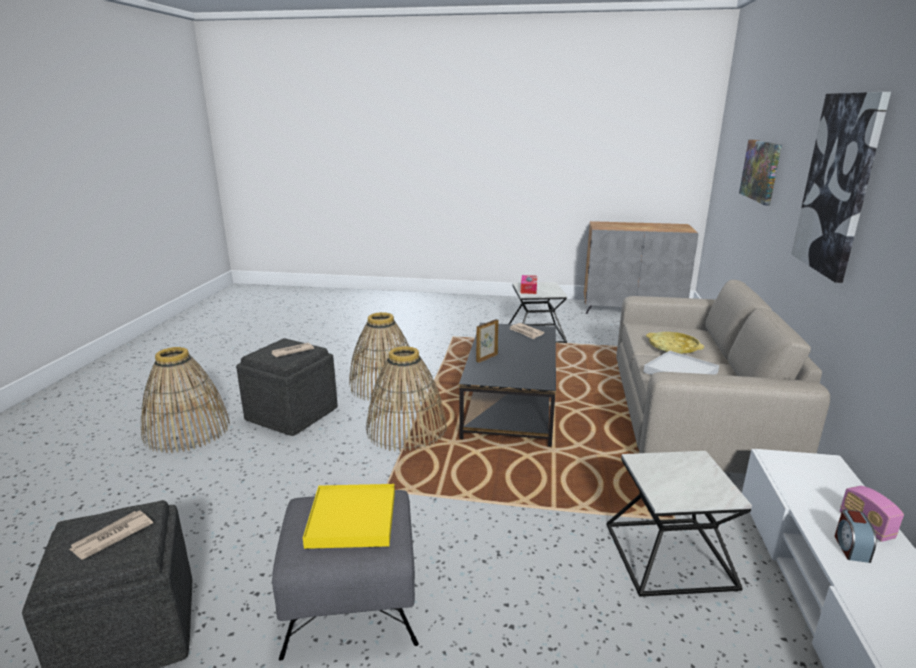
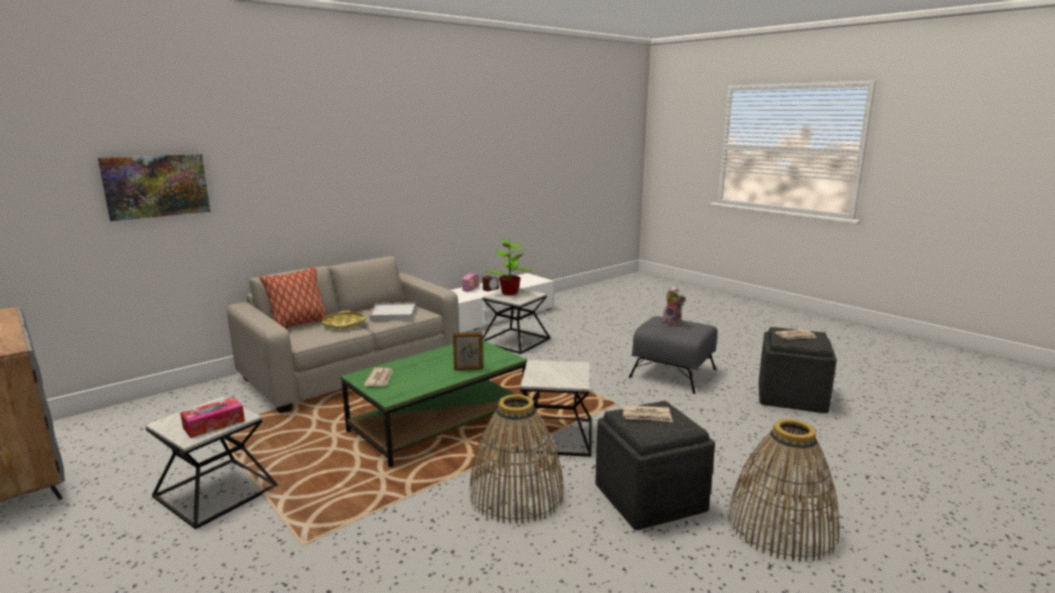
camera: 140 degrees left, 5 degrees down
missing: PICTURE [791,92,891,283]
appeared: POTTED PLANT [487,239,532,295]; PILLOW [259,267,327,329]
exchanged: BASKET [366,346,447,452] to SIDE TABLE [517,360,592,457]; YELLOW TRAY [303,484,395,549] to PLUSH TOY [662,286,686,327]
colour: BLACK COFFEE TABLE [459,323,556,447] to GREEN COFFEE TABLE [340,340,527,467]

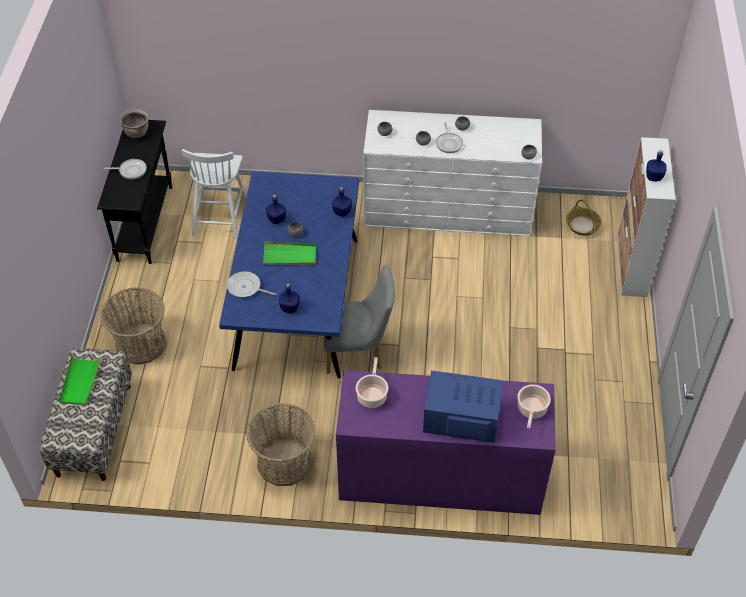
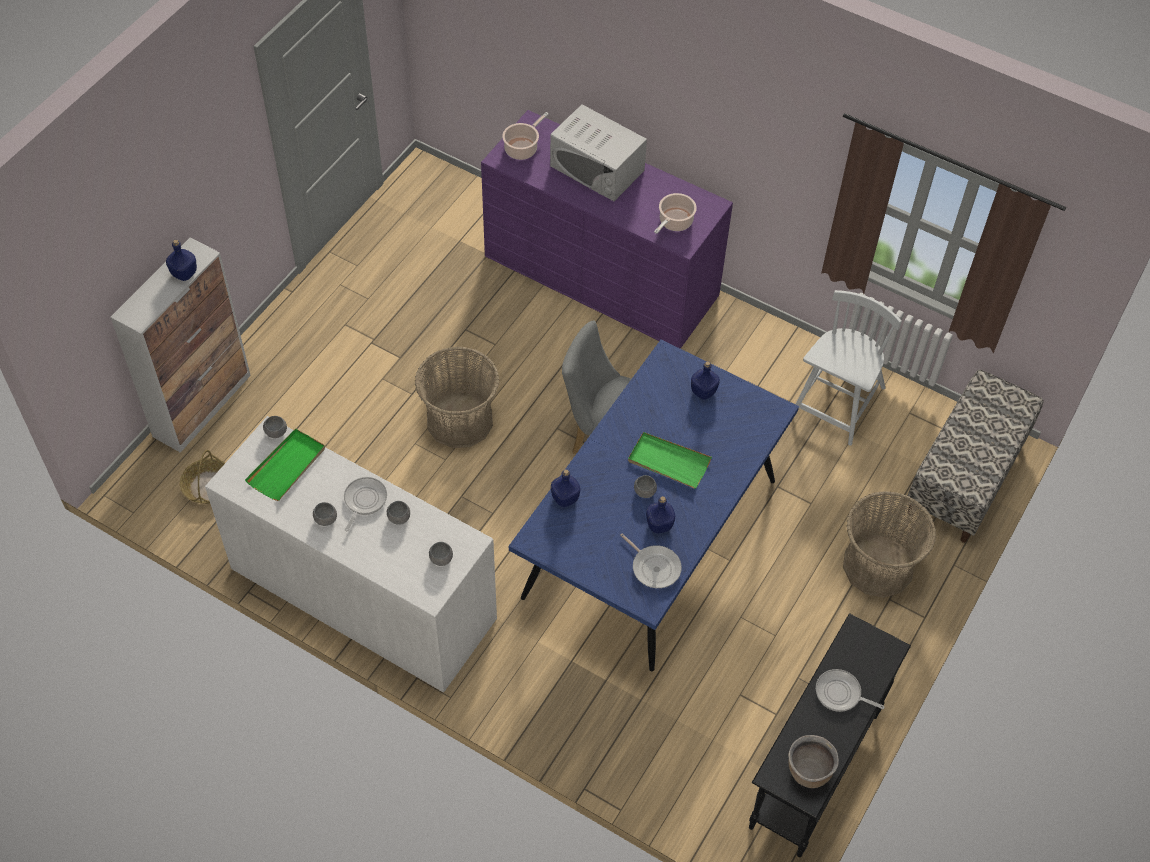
camera: 155 degrees left, 5 degrees up
relocated: WHITE CHAIR [182,149,247,239] to [795,290,902,446]; FRYING PAN [227,271,277,297] to [620,533,682,588]; GREEN TRAY [59,356,101,405] to [245,429,325,501]; BASKET [246,403,315,486] to [415,346,499,448]
colour: BLUE MICROWAVE [423,371,503,443] to WHITE MICROWAVE [550,104,647,201]

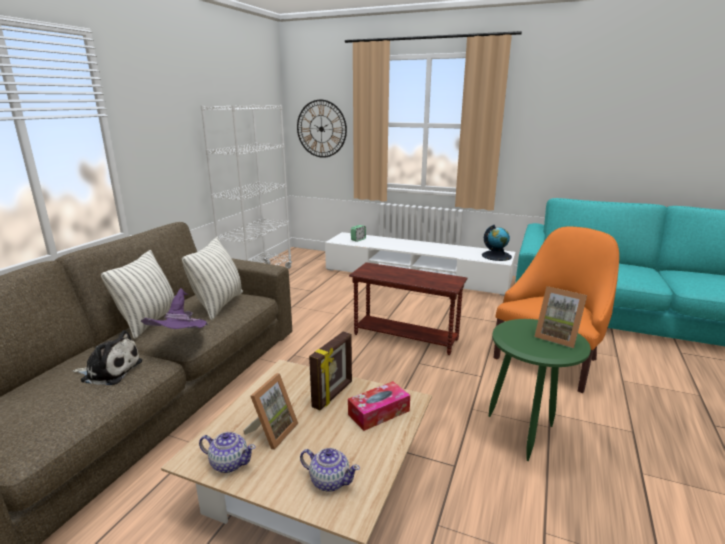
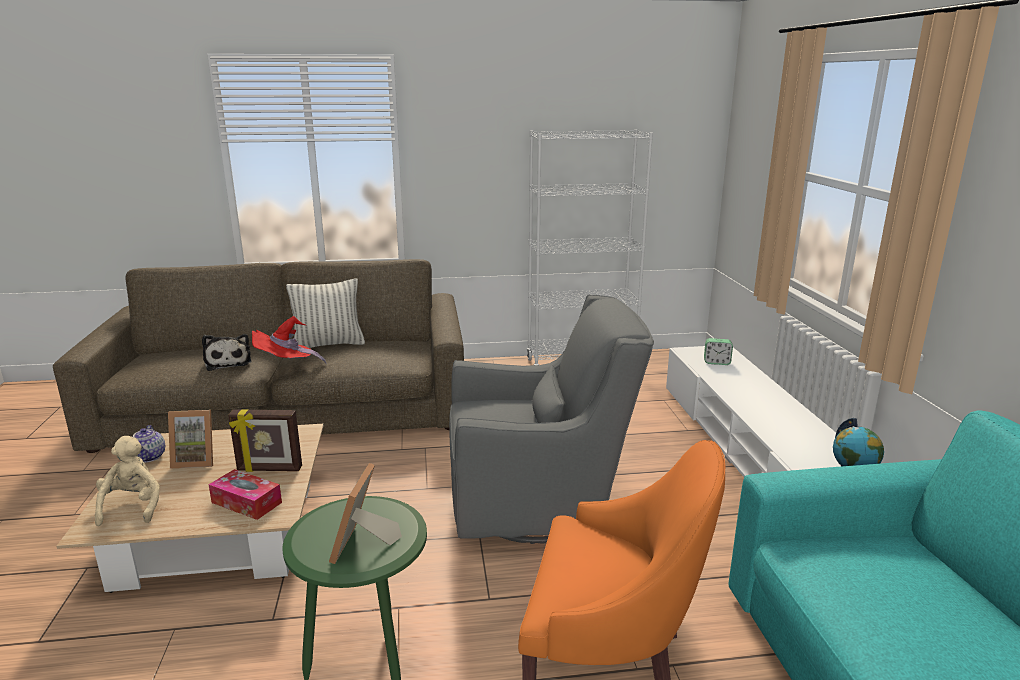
camera: 60 degrees right, 0 degrees up
missing: WALL CLOCK [297,100,347,158]; PILLOW [182,237,243,320]
exchanged: BROWN SIDE TABLE [349,262,468,355] to GREY ARMCHAIR [449,294,654,544]; TEAPOT [300,448,360,492] to BEIGE PLUSH TOY [95,436,160,526]
colour: PURPLE HAT [141,288,208,329] to RED HAT [252,316,327,364]

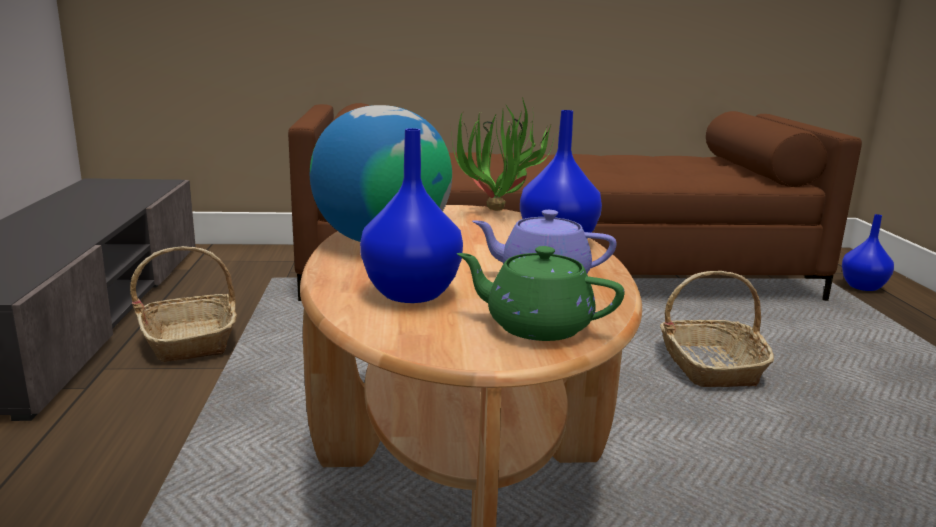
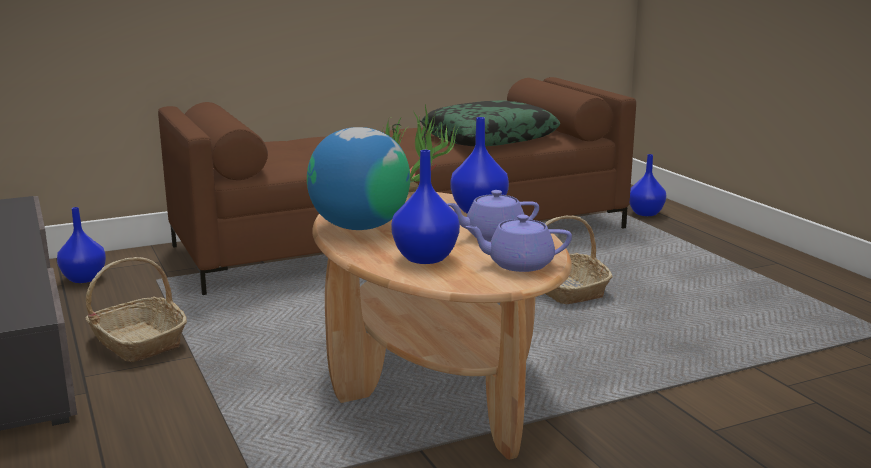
camera: 20 degrees left, 0 degrees up
appeared: PILLOW [421,100,560,146]; BLUE VASE [57,207,106,283]
colour: GREEN TEAPOT [457,246,624,341] to PURPLE TEAPOT [466,214,572,272]

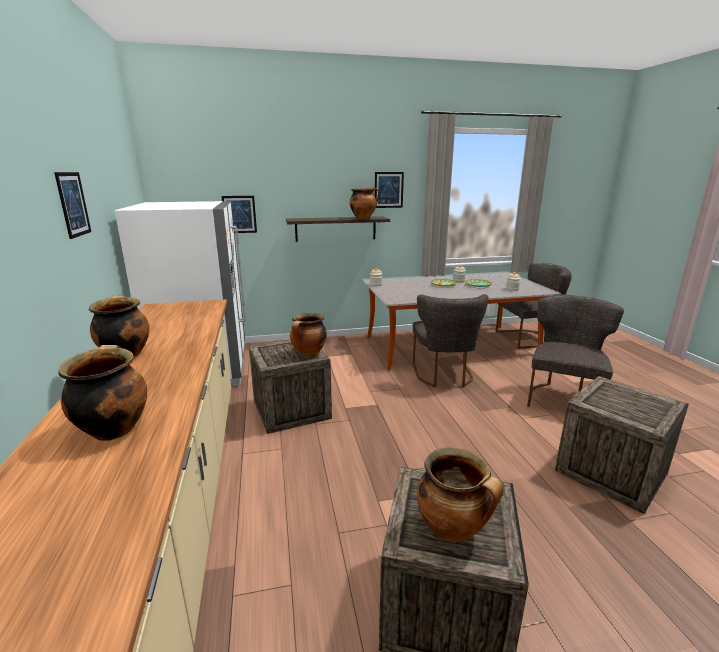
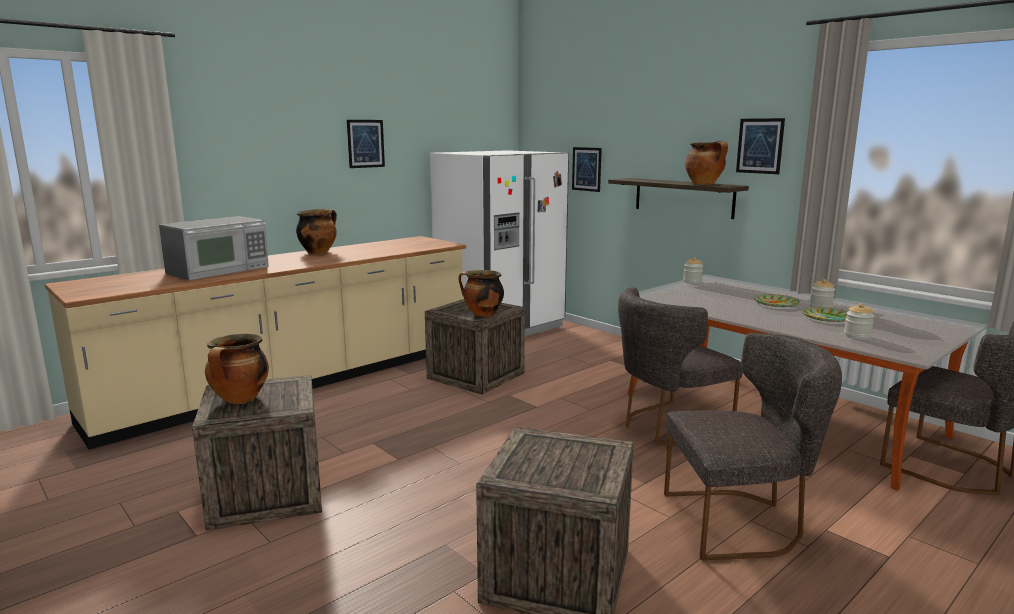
camera: 60 degrees right, 5 degrees down
exchanged: COOKING POT [58,345,147,441] to MICROWAVE [159,216,269,281]

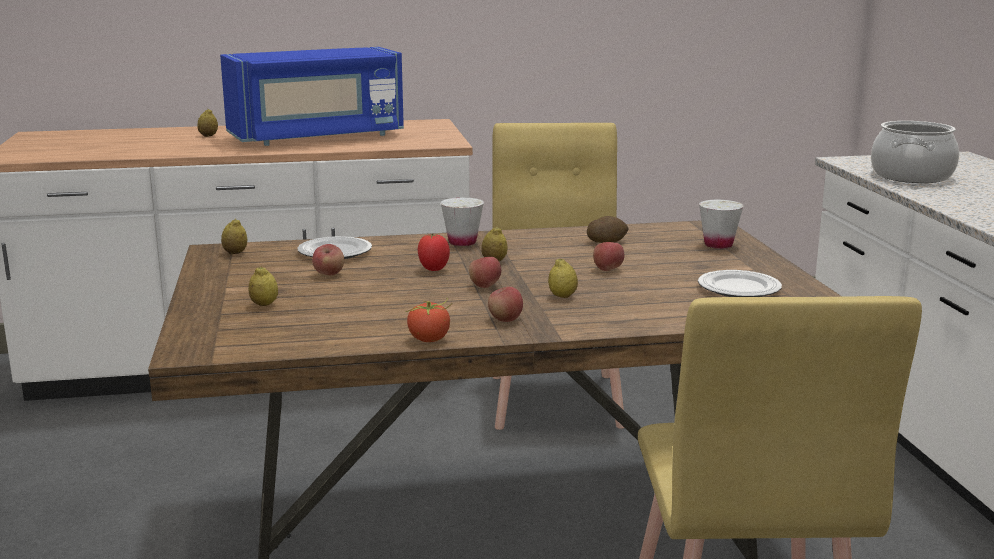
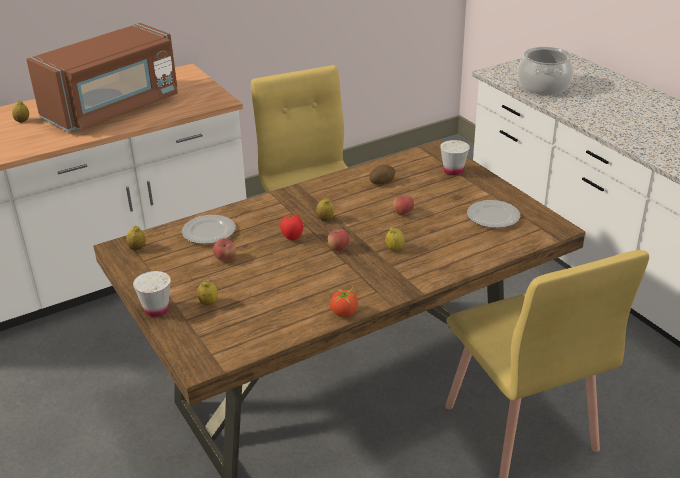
camera: 20 degrees left, 15 degrees up
missing: APPLE [488,287,523,322]
relocated: WHITE CUP [441,197,484,246] to [133,271,171,317]
colour: BLUE MICROWAVE [220,47,404,146] to BROWN MICROWAVE [26,23,178,132]

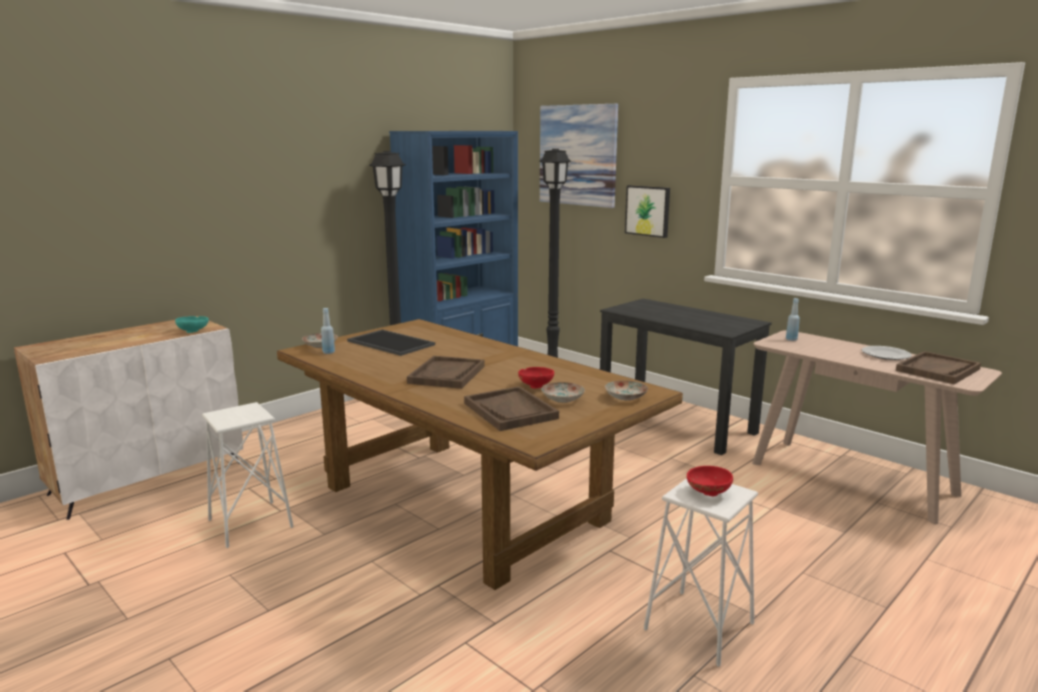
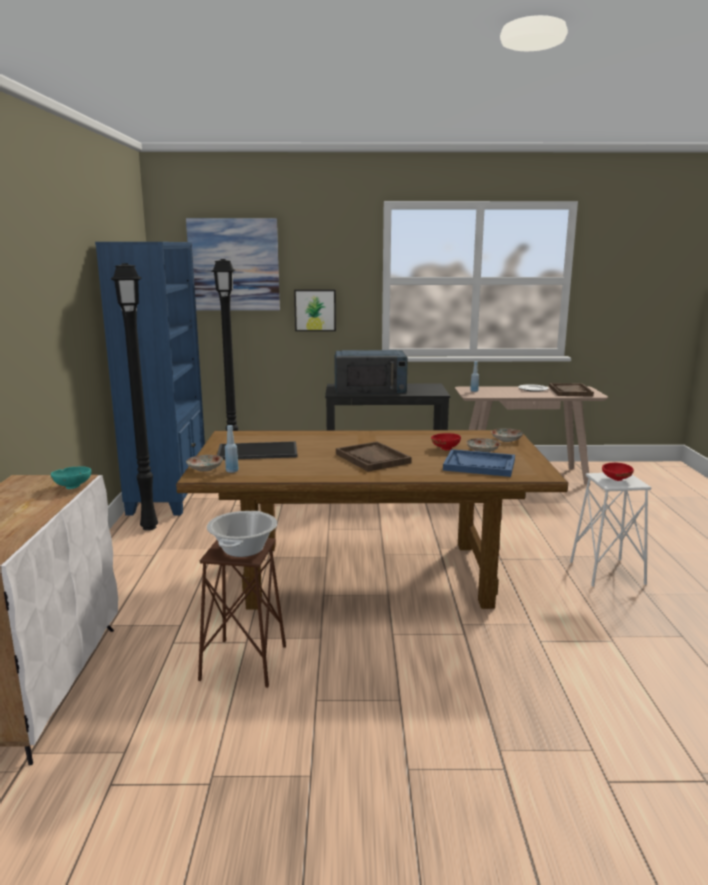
camera: 45 degrees left, 0 degrees up
appeared: BLUE MICROWAVE [334,350,408,394]; COOKING POT [207,511,277,557]
colour: BROWN TRAY [464,386,559,431] to BLUE TRAY [443,449,515,477]; WHITE STOOL [202,402,294,548] to BROWN STOOL [198,538,286,688]

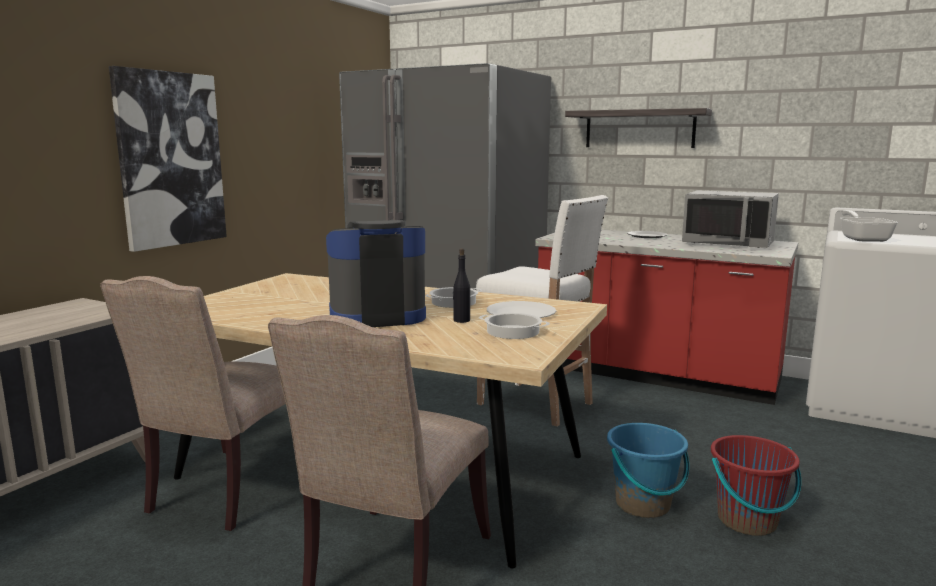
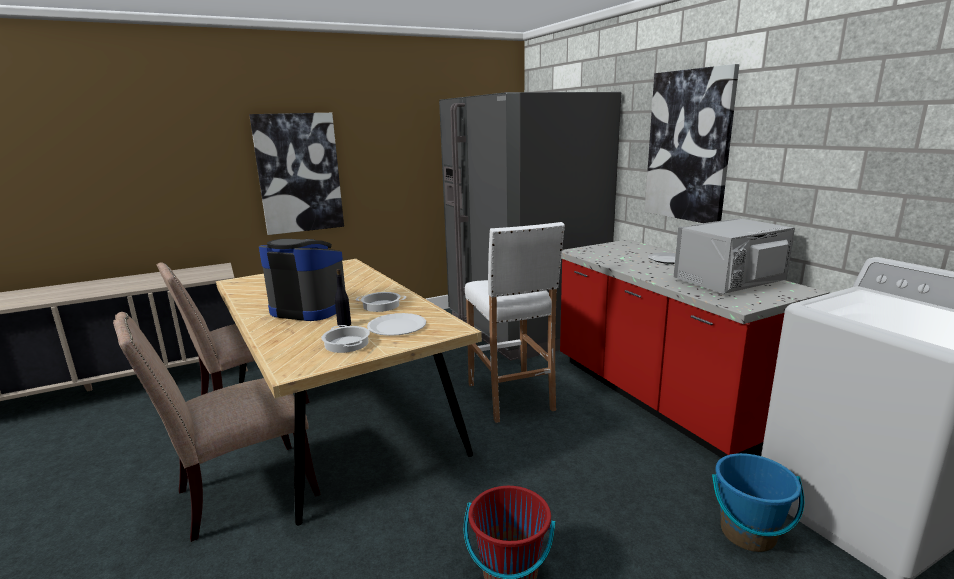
camera: 35 degrees right, 5 degrees up
missing: FRYING PAN [840,210,898,242]
relocated: BLUE BUCKET [607,423,689,518] to [712,453,804,552]
exchanged: SHELF [565,108,712,148] to PICTURE [645,64,739,223]
spun: GREY MICROWAVE [682,190,779,248] = [674,218,795,294] 90 degrees clockwise

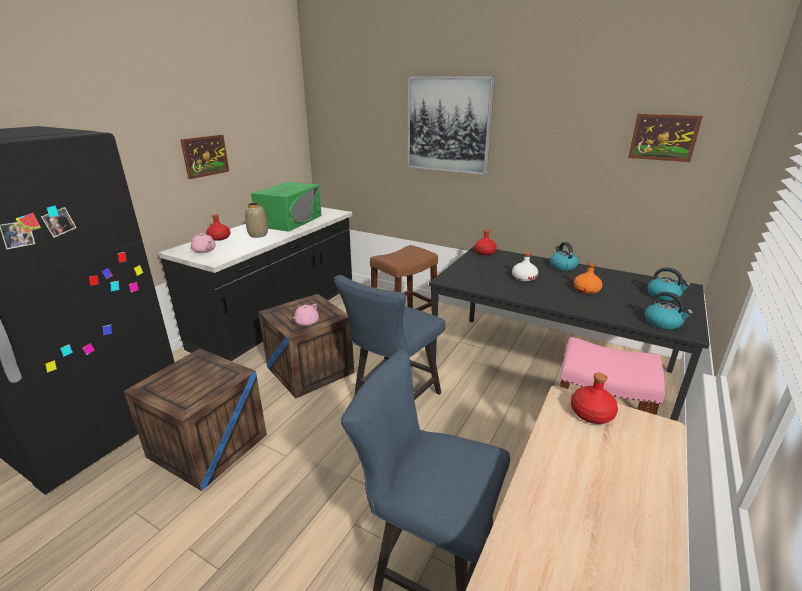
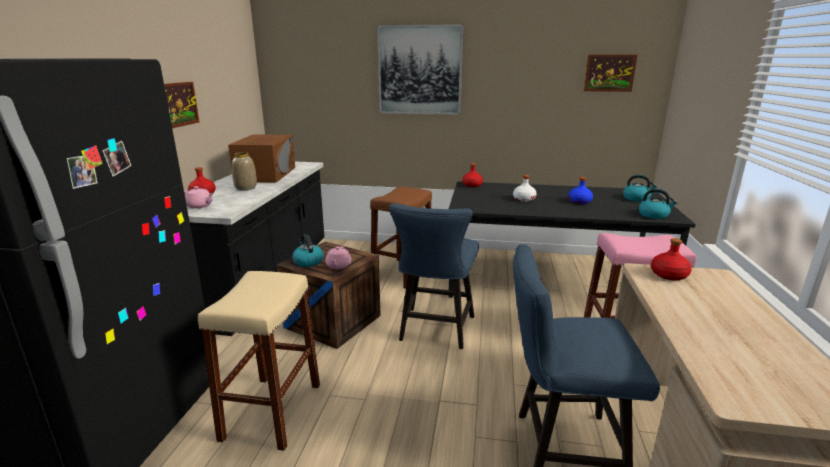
camera: 20 degrees left, 5 degrees down
relocated: KETTLE [550,242,579,271] to [292,234,324,267]
exchanged: CRATE [124,349,267,491] to BEIGE STOOL [198,271,320,451]
colour: GREEN MICROWAVE [251,182,322,232] to BROWN MICROWAVE [228,134,295,183]; ORANGE BOTTLE [573,262,602,294] to BLUE BOTTLE [568,177,593,204]

